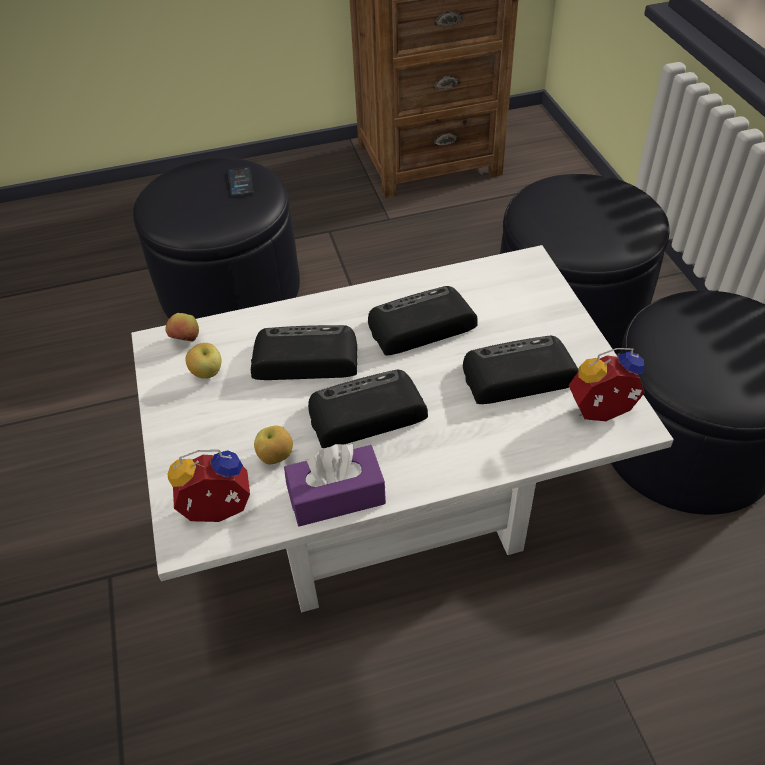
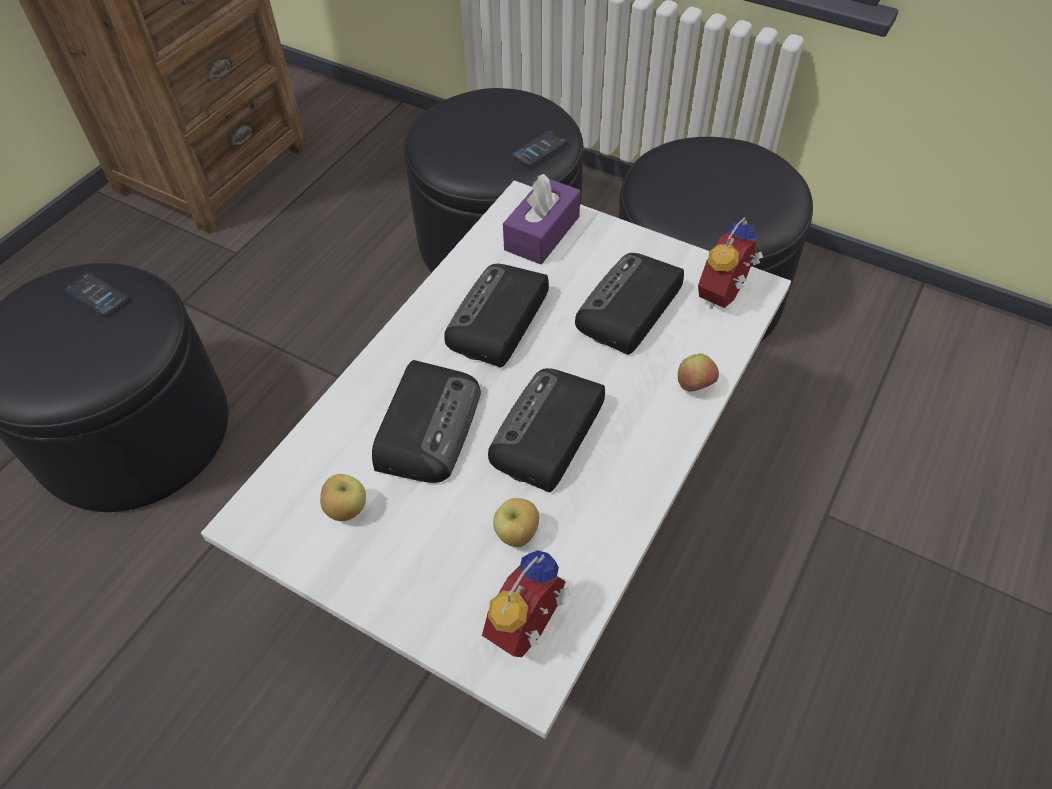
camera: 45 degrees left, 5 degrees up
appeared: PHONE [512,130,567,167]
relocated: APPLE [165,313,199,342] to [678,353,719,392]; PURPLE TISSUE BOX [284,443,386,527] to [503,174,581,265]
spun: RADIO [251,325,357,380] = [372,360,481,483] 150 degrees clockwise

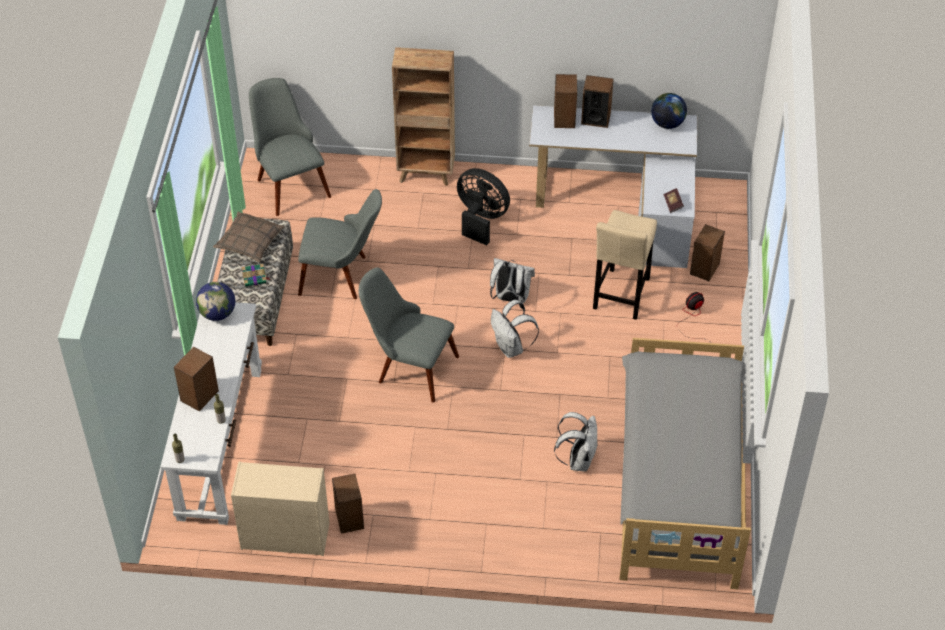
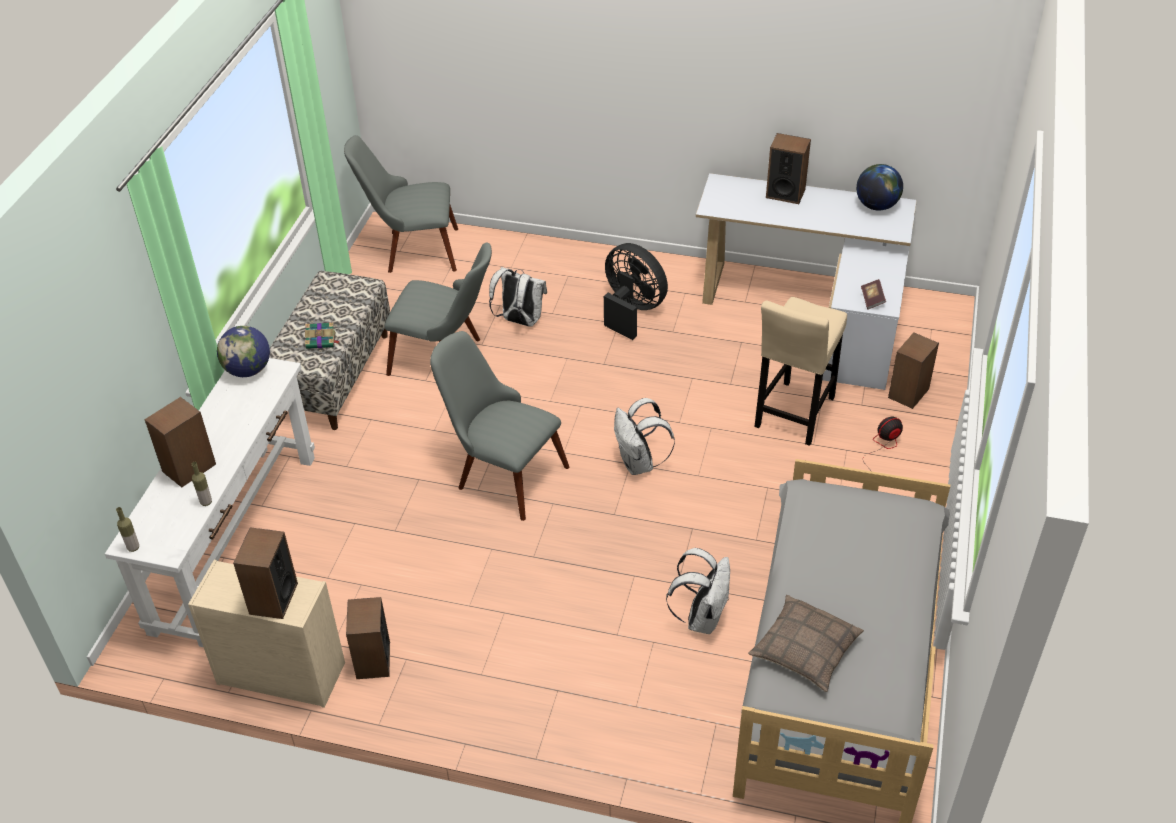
camera: 10 degrees right, 5 degrees down
missing: BROWN BOOKCASE [392,47,455,186]
relocated: SPEAKER [554,74,577,128] to [233,527,298,619]; PILLOW [213,212,284,263] to [748,595,864,692]; WHITE BACKPACK [490,258,535,303] to [489,267,547,327]
spun: GREY CHAIR [249,78,331,216] = [344,135,458,273] 75 degrees counterclockwise

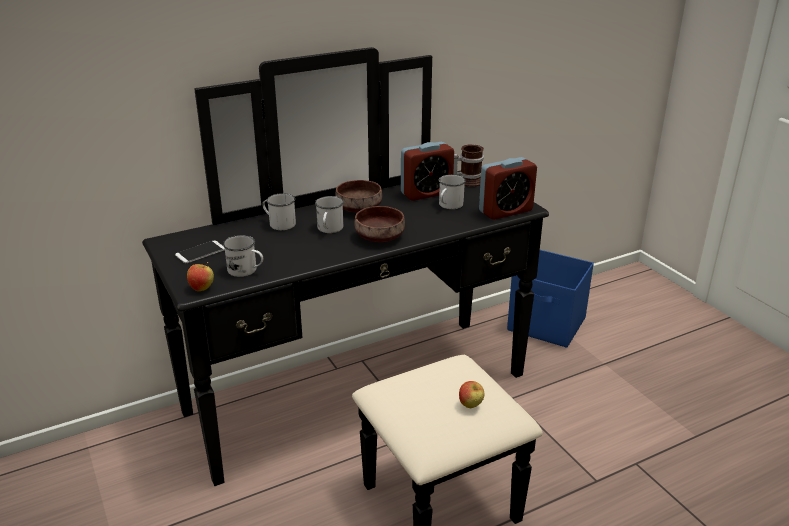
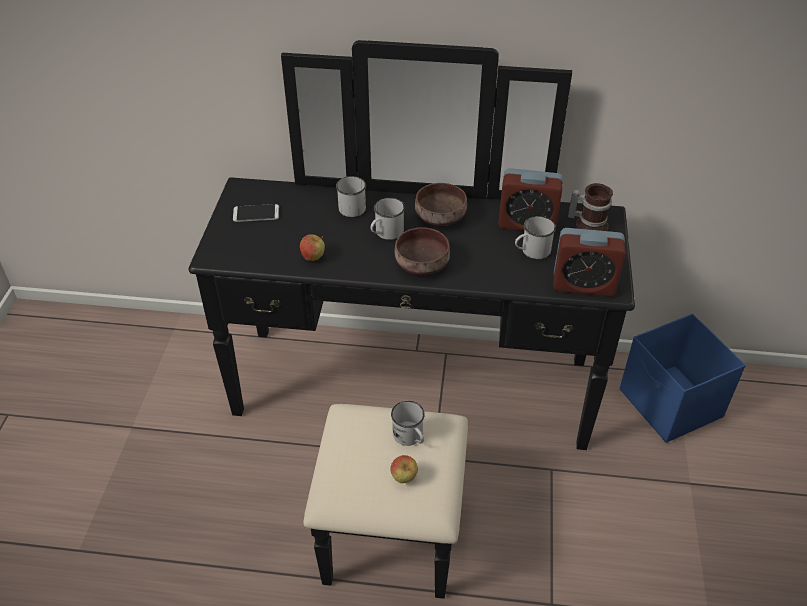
camera: 35 degrees right, 15 degrees up
relocated: WHITE MUG [223,235,263,277] to [391,401,425,446]; APPLE [187,262,214,291] to [300,234,325,261]

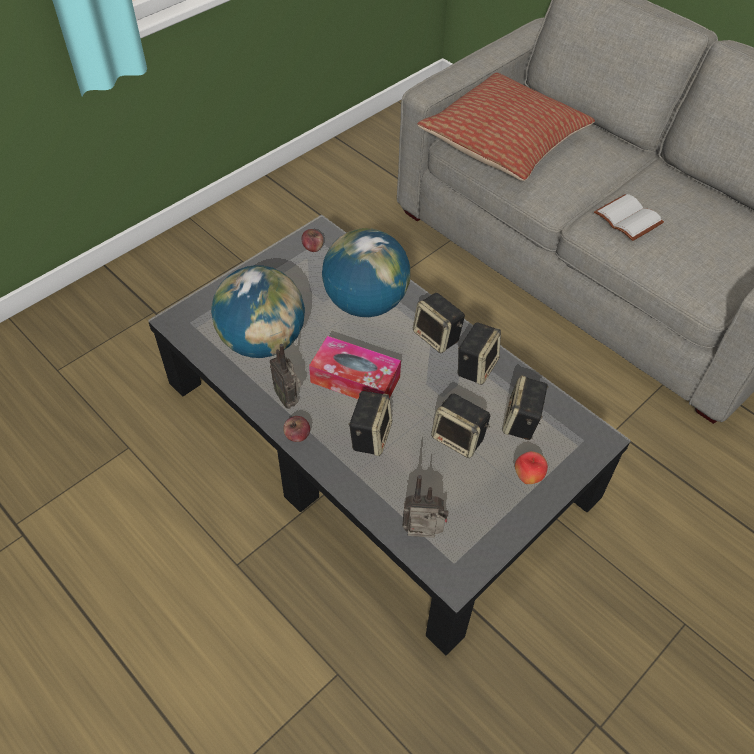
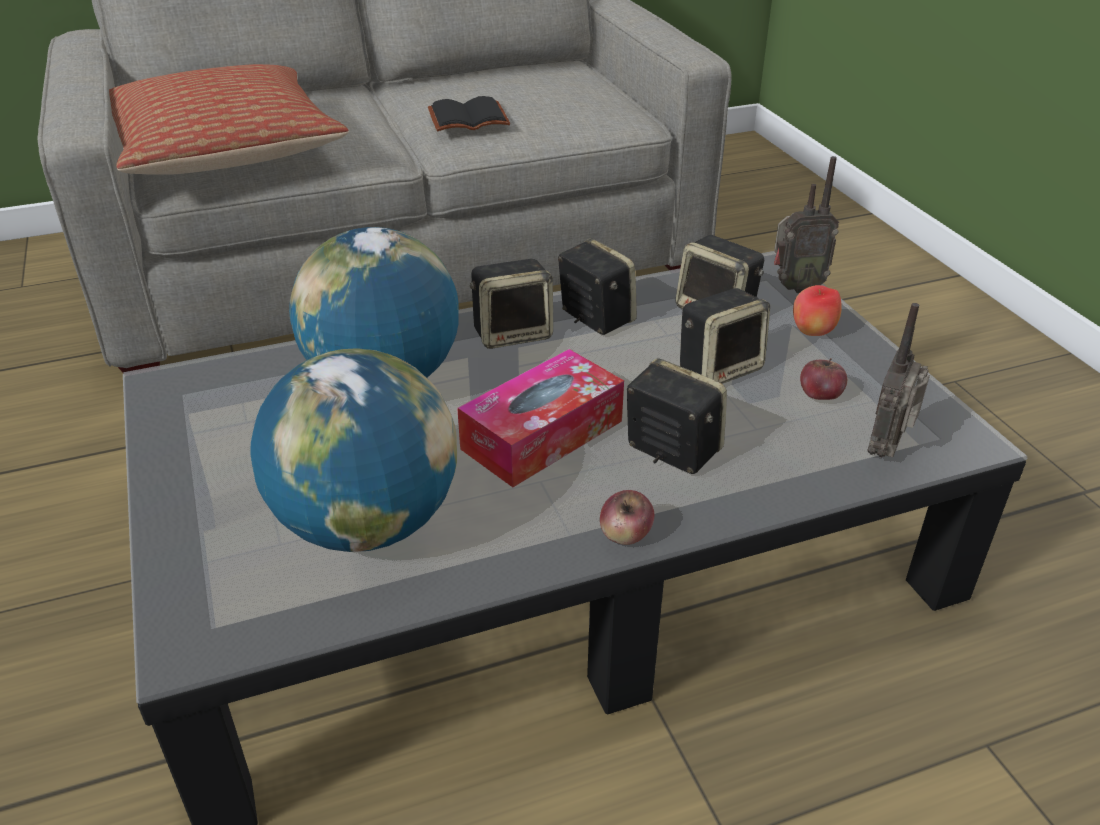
camera: 65 degrees left, 15 degrees down
relocated: APPLE [302,229,324,252] to [800,358,847,400]; RADIO [270,344,301,409] to [774,156,839,293]
colour: WHITE BOOK [594,194,664,241] to BLACK BOOK [428,96,510,131]

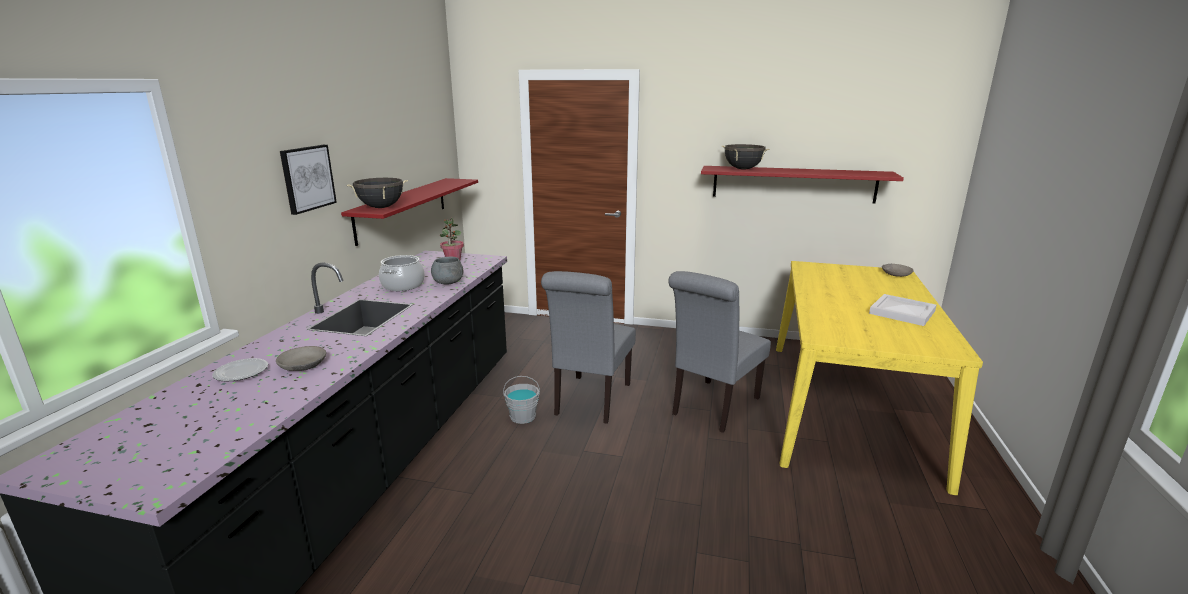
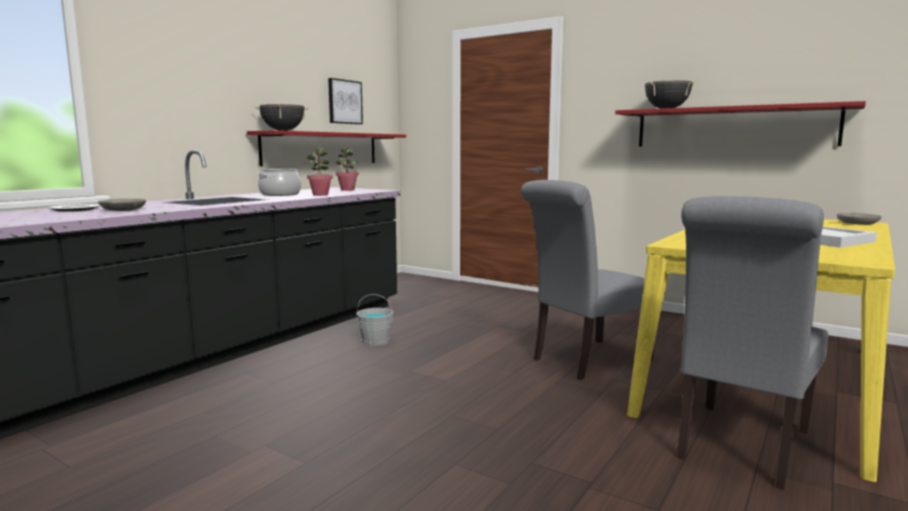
camera: 20 degrees right, 10 degrees down
relocated: PICTURE [280,145,337,215] to [328,78,363,124]; GREY CHAIR [541,271,636,424] to [677,196,829,490]
exchanged: GREY BOWL [431,257,463,285] to POTTED PLANT [307,147,333,196]

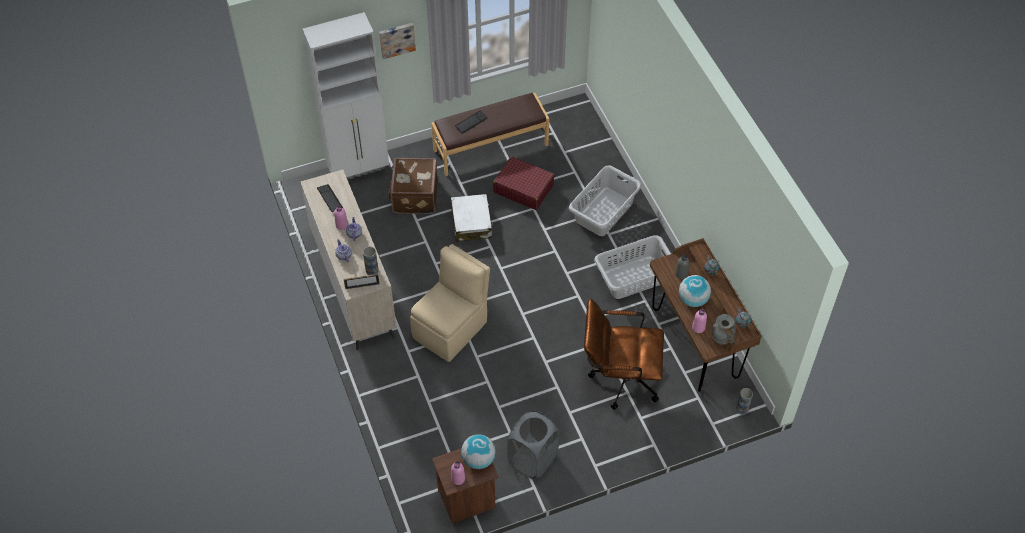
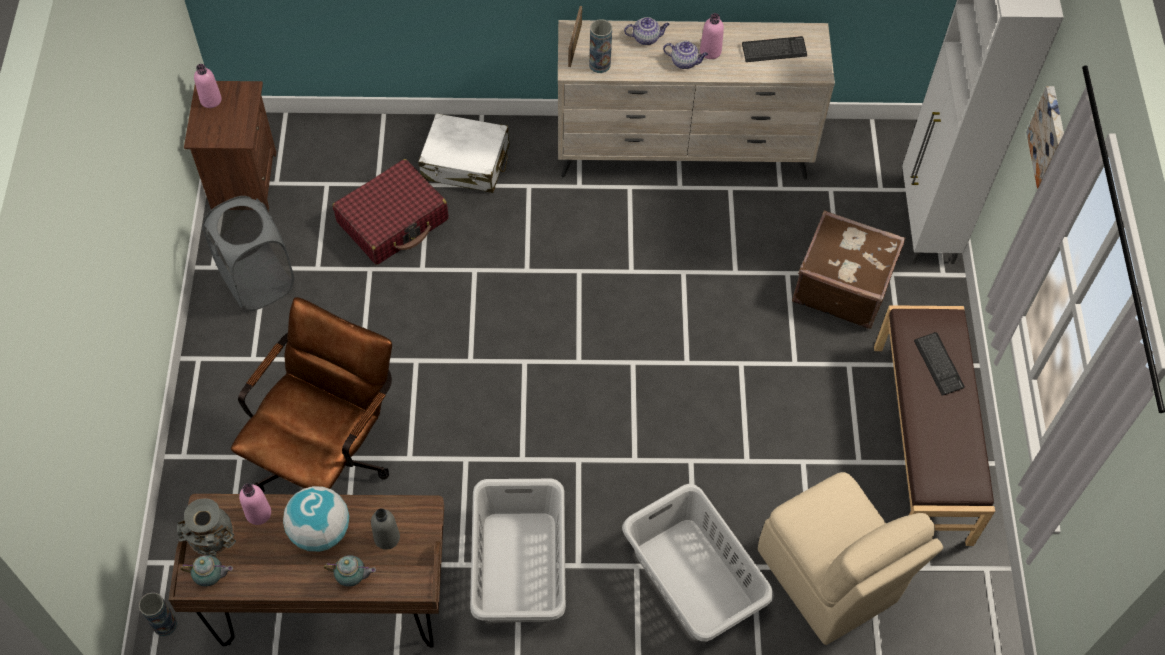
camera: 110 degrees right, 5 degrees up
missing: GLOBE [461,434,496,469]
relocated: RED SUITCASE [493,157,555,210] to [332,159,448,265]; WHITE SUITCASE [451,194,493,242] to [418,113,509,193]; BEIGE CHAIR [410,244,490,362] to [758,472,943,645]

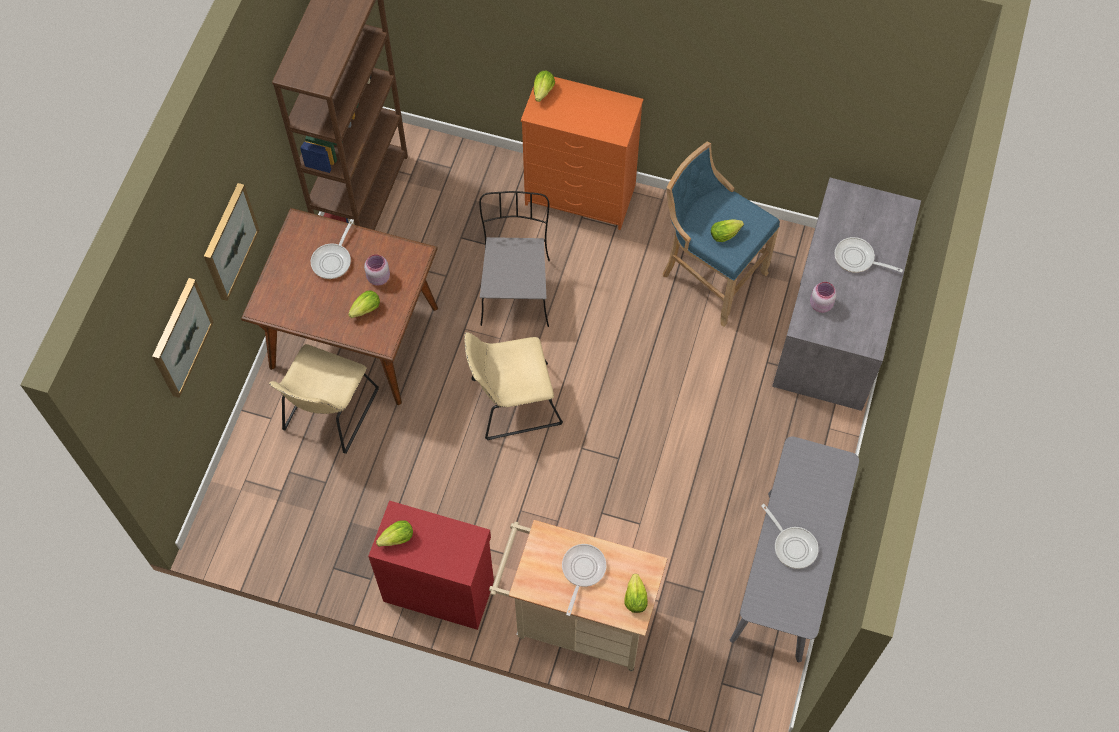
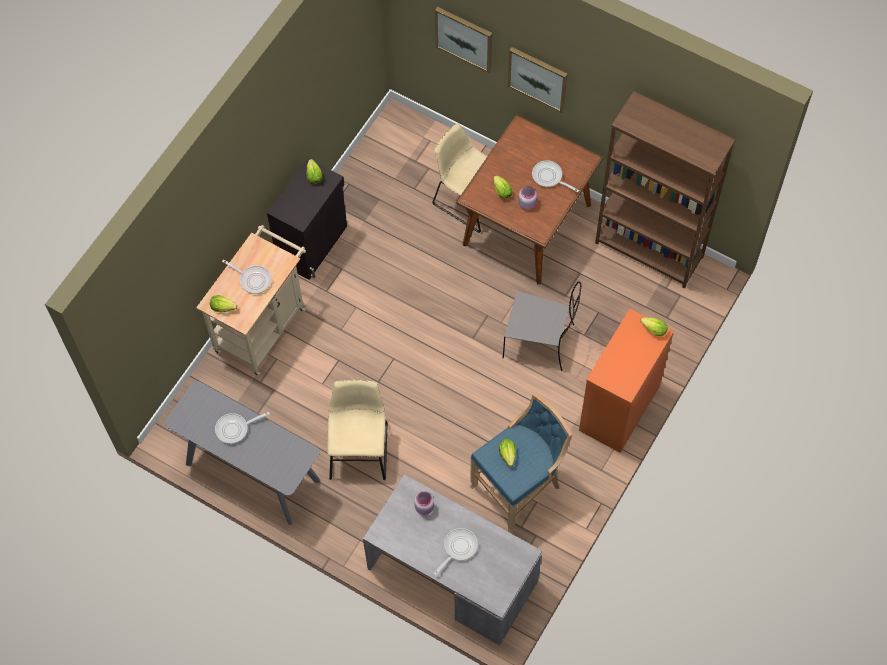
camera: 105 degrees right, 0 degrees up
relocated: BEIGE CHAIR [464,332,563,440] to [327,380,388,480]
colour: RED CABINET [368,501,494,630] to BLACK CABINET [267,158,347,280]

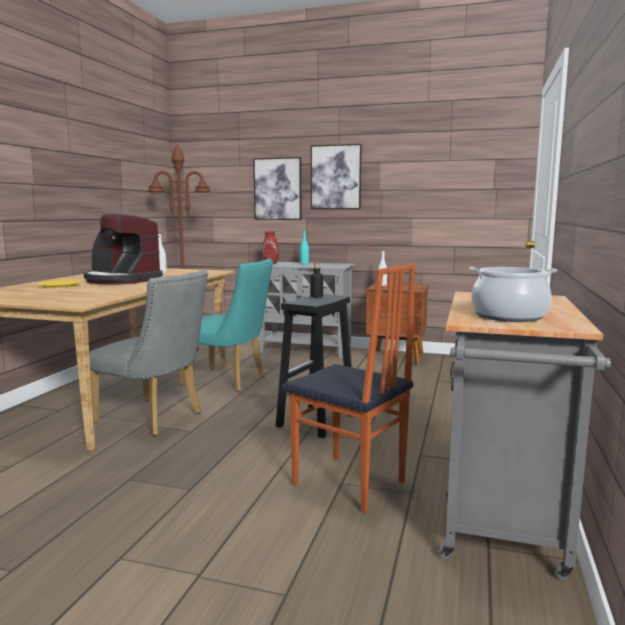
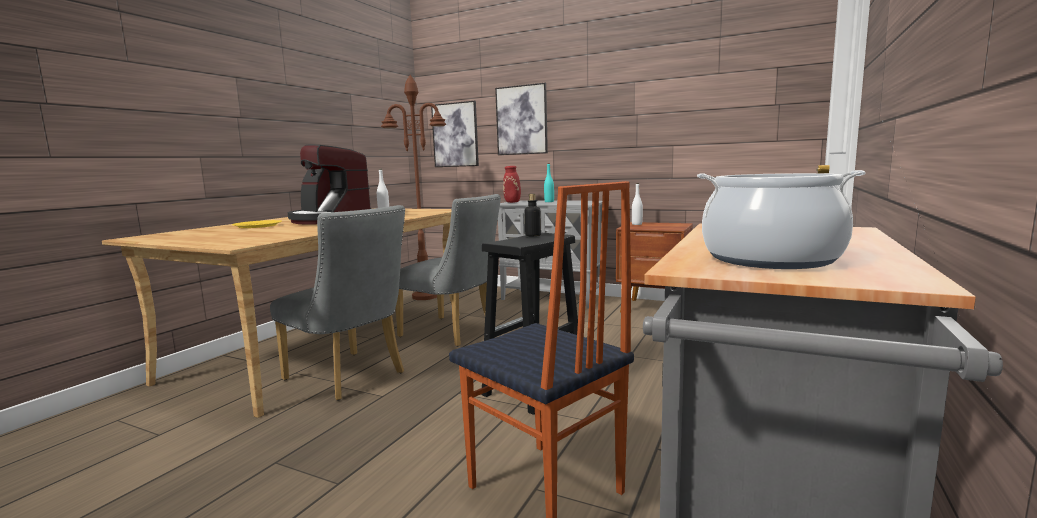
camera: 10 degrees right, 0 degrees up
relocated: PICTURE [311,144,362,209] to [431,101,479,167]
colour: TURQUOISE CHAIR [179,259,273,392] to GREY CHAIR [396,194,501,347]

